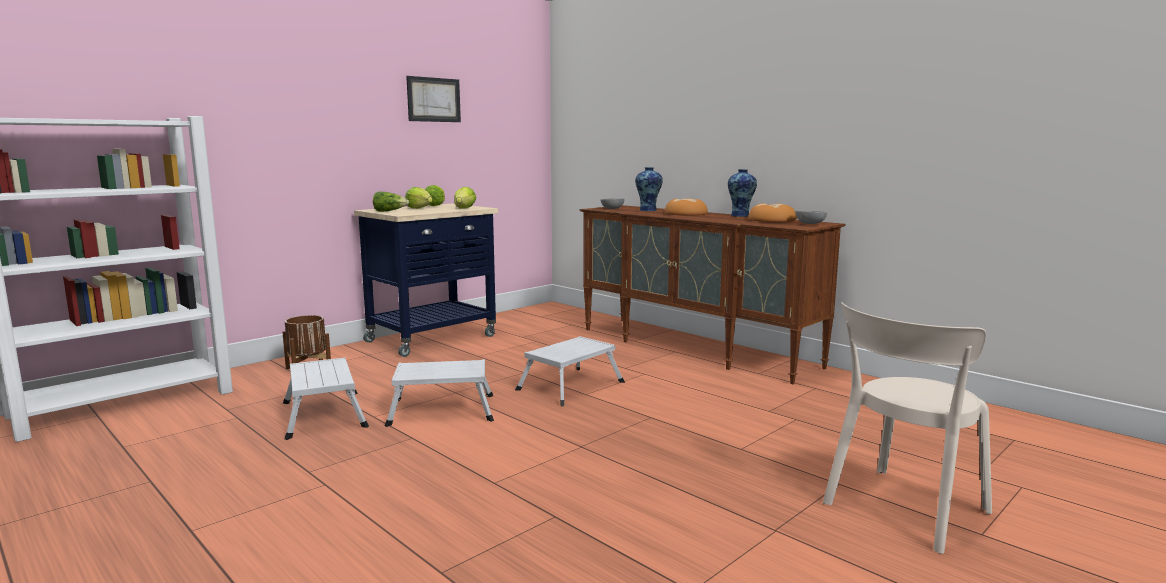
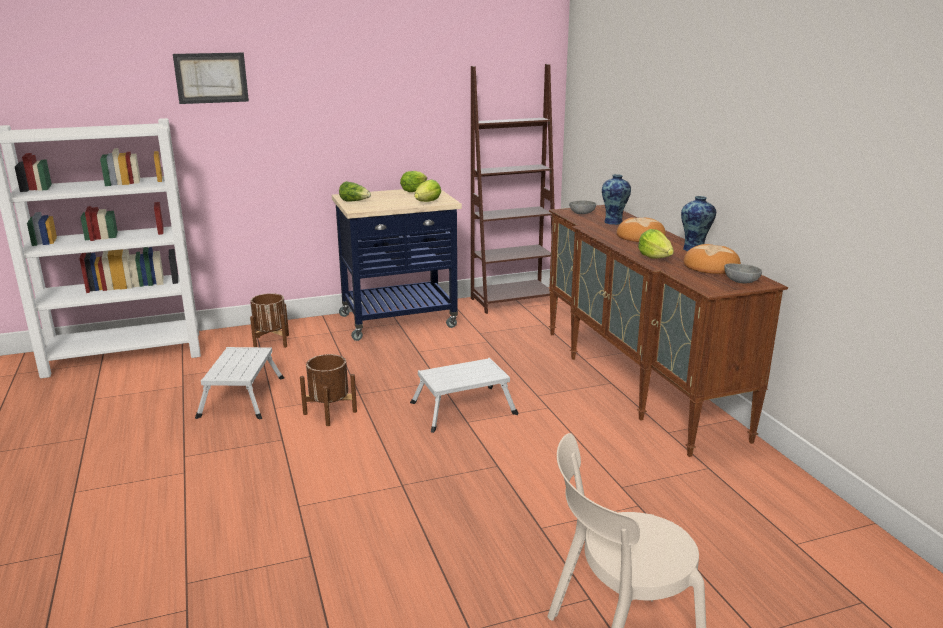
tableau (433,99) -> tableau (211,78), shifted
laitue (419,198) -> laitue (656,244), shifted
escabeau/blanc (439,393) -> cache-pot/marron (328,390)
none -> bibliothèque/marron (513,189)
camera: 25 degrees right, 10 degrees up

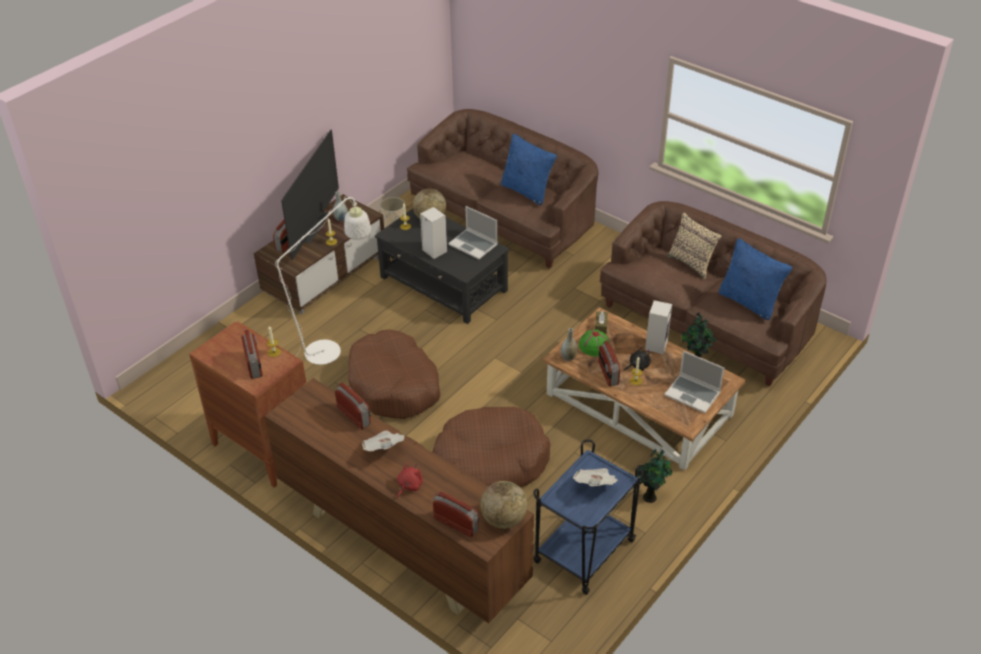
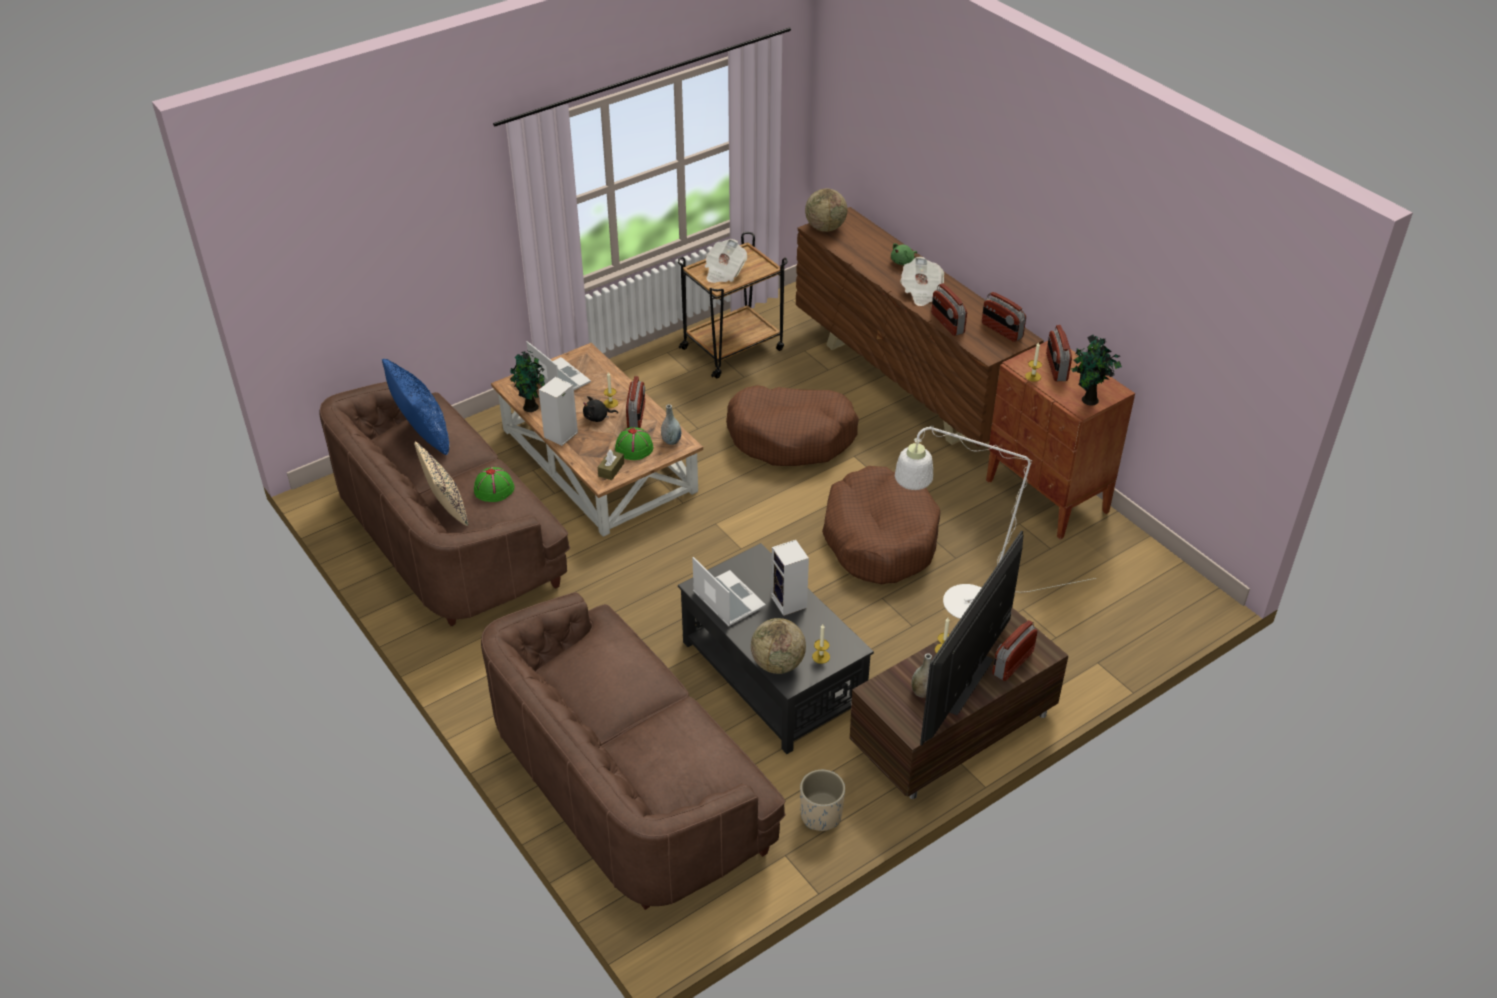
coussin/bleu (529,169) -> none
chariot/bleu (588,517) -> chariot/marron (733,305)
plante en pot (653,476) -> plante en pot (1096,370), shifted
peluche/rouge (410,480) -> peluche/vert (904,254)
radio (456,514) -> radio (1004,317), shifted
none -> chapeau/vert (494,484)
camera: 165 degrees left, 0 degrees up

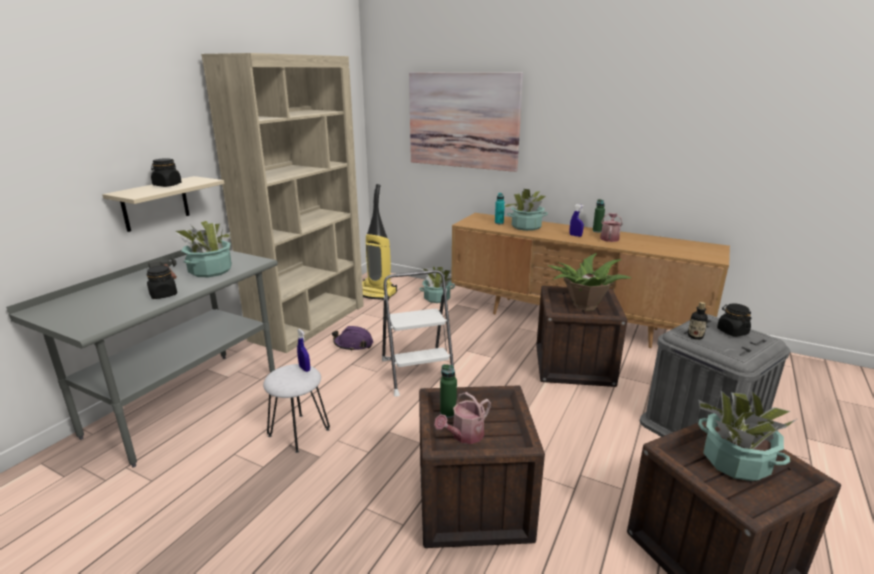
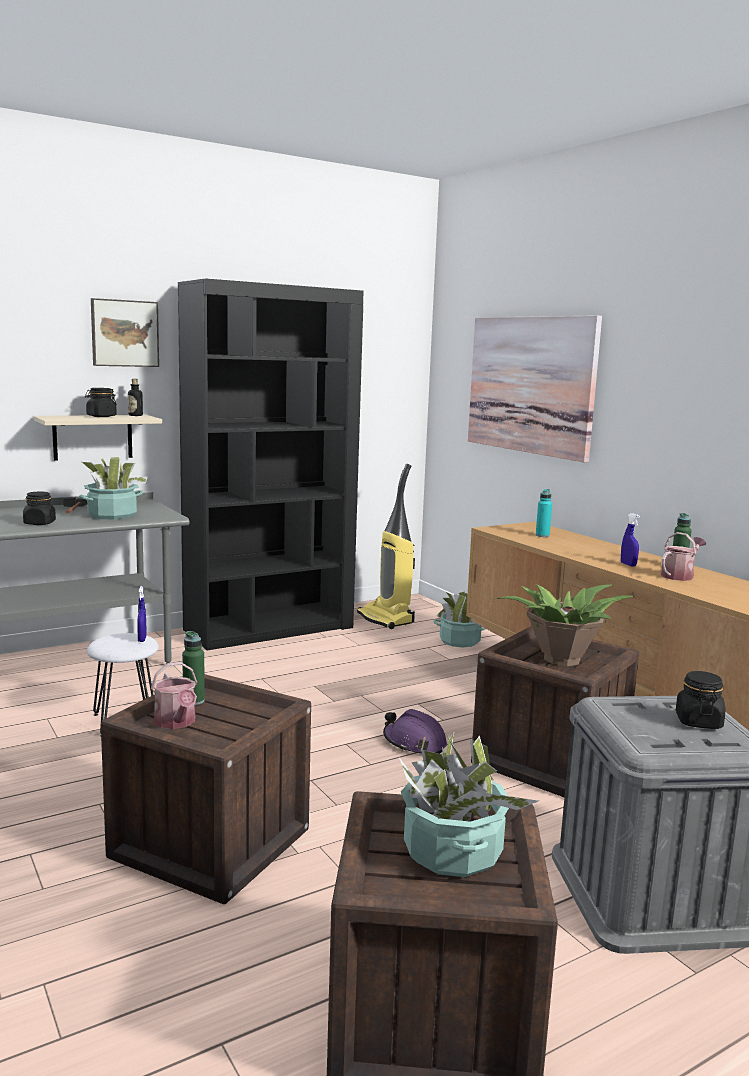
bibliothèque/beige (282,203) -> bibliothèque/noir (271,464)
plante en pot (526,210) -> none
escabeau/blanc (420,333) -> none
bouteille (698,321) -> bouteille (135,397), shifted
casque de chantier/violet (352,338) -> casque de chantier/violet (415,731), shifted
arrosoir (462,418) -> arrosoir (174,695), 105 degrees counterclockwise
none -> tableau (125,332)
camera: 30 degrees right, 10 degrees down

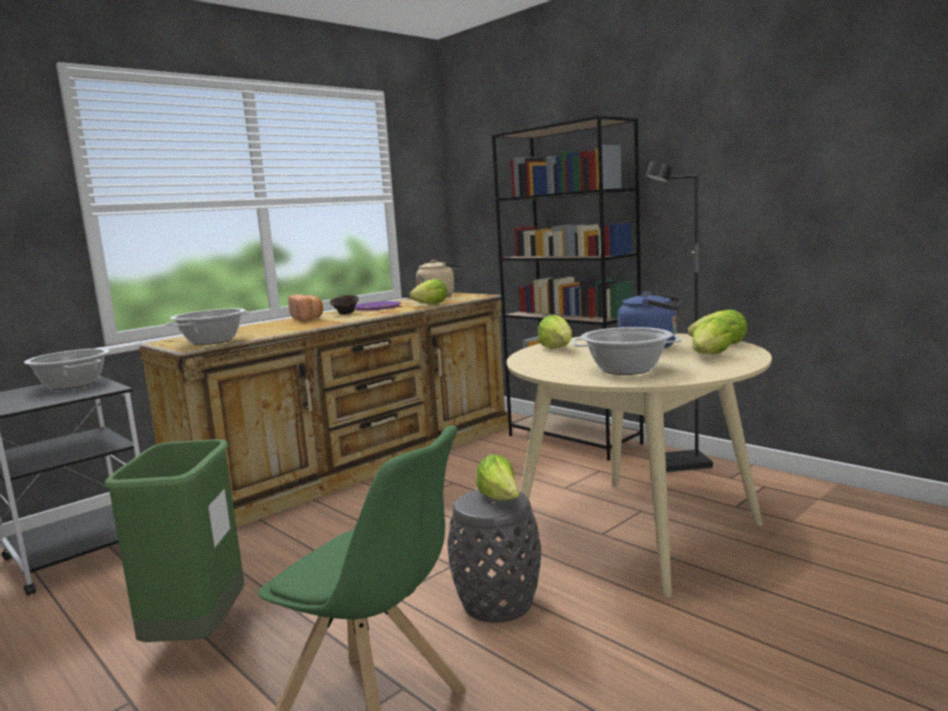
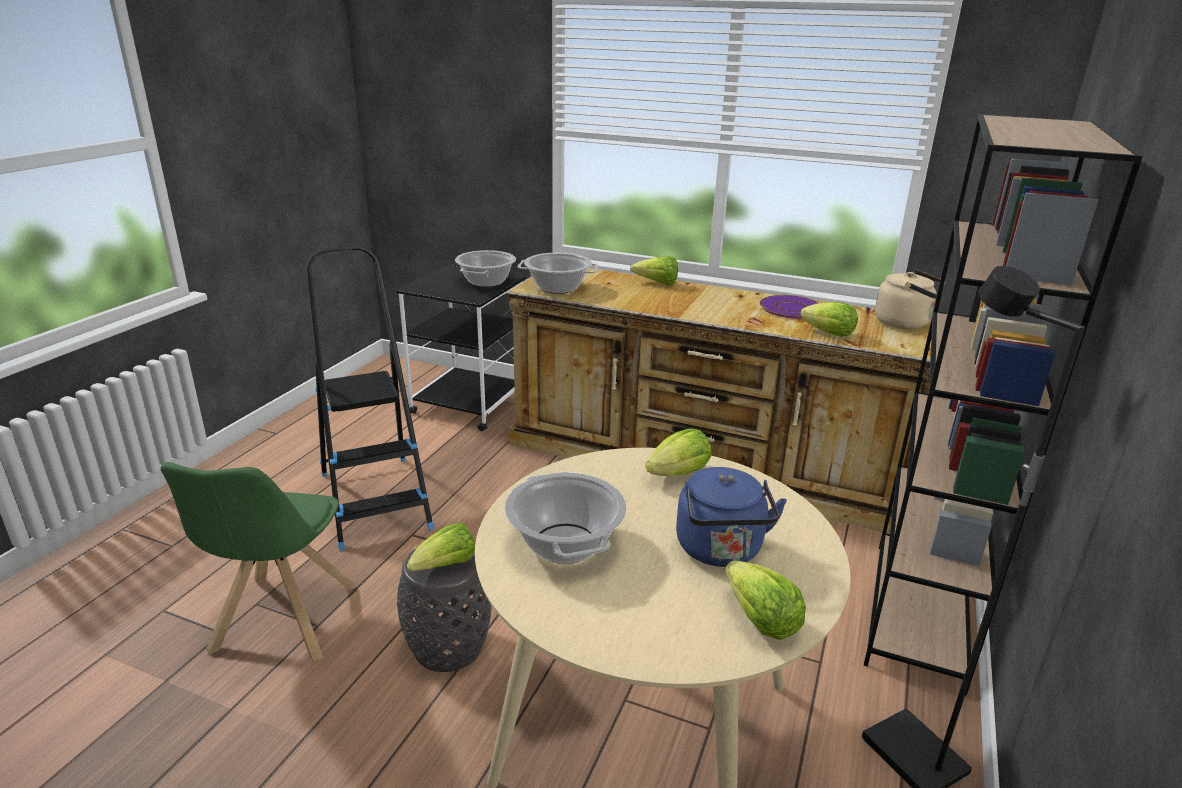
pain (305,307) -> none
bol/marron (344,304) -> none
laitue (713,335) -> laitue (654,270), shifted
poubelle/vert (174,540) -> escabeau/noir (370,398)
camera: 65 degrees right, 15 degrees up

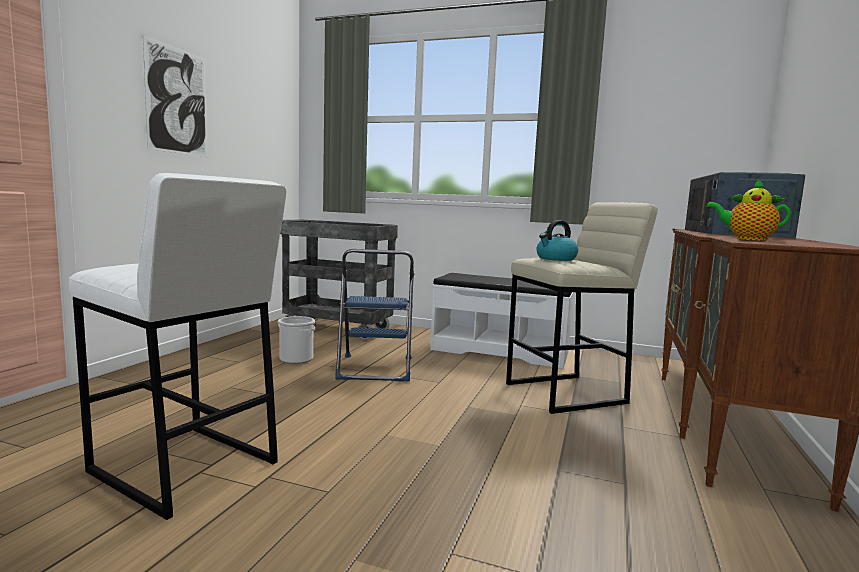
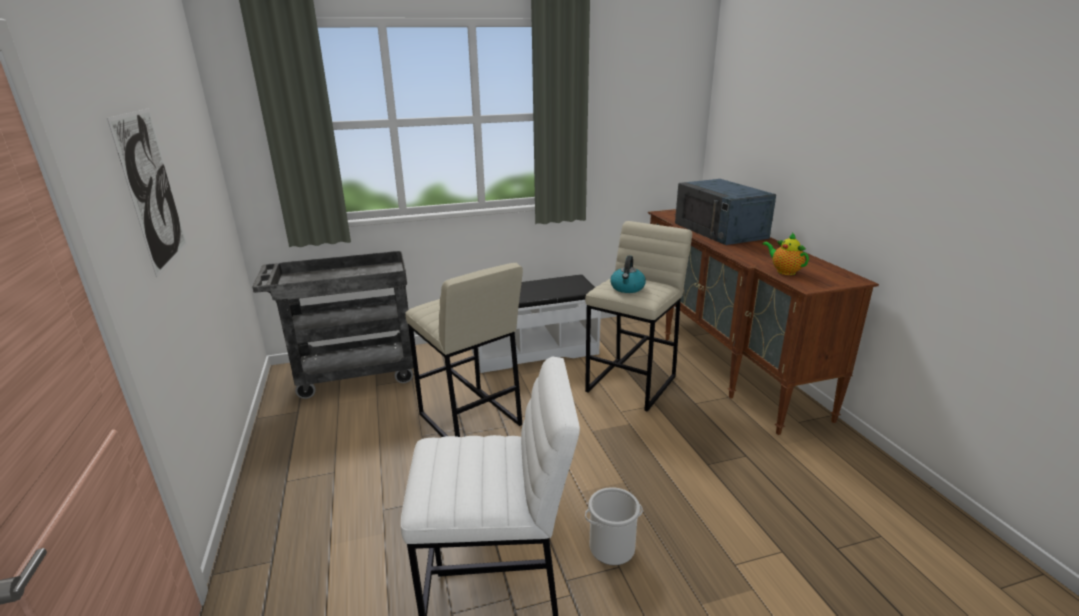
théière (748,210) -> théière (786,253), 60 degrees clockwise
escabeau/bleu (374,315) -> tabouret/beige (464,350)
seau (296,340) -> seau (614,526), shifted
camera: 35 degrees left, 15 degrees up

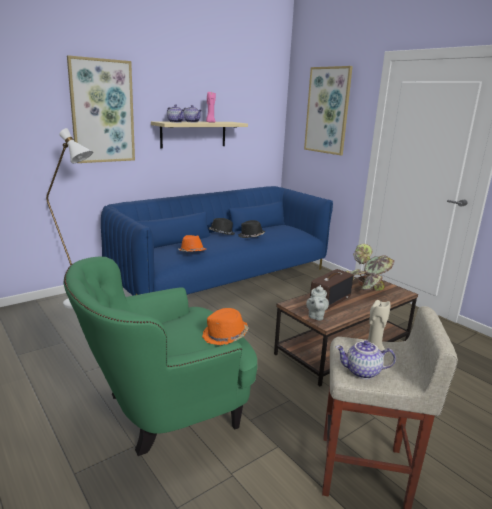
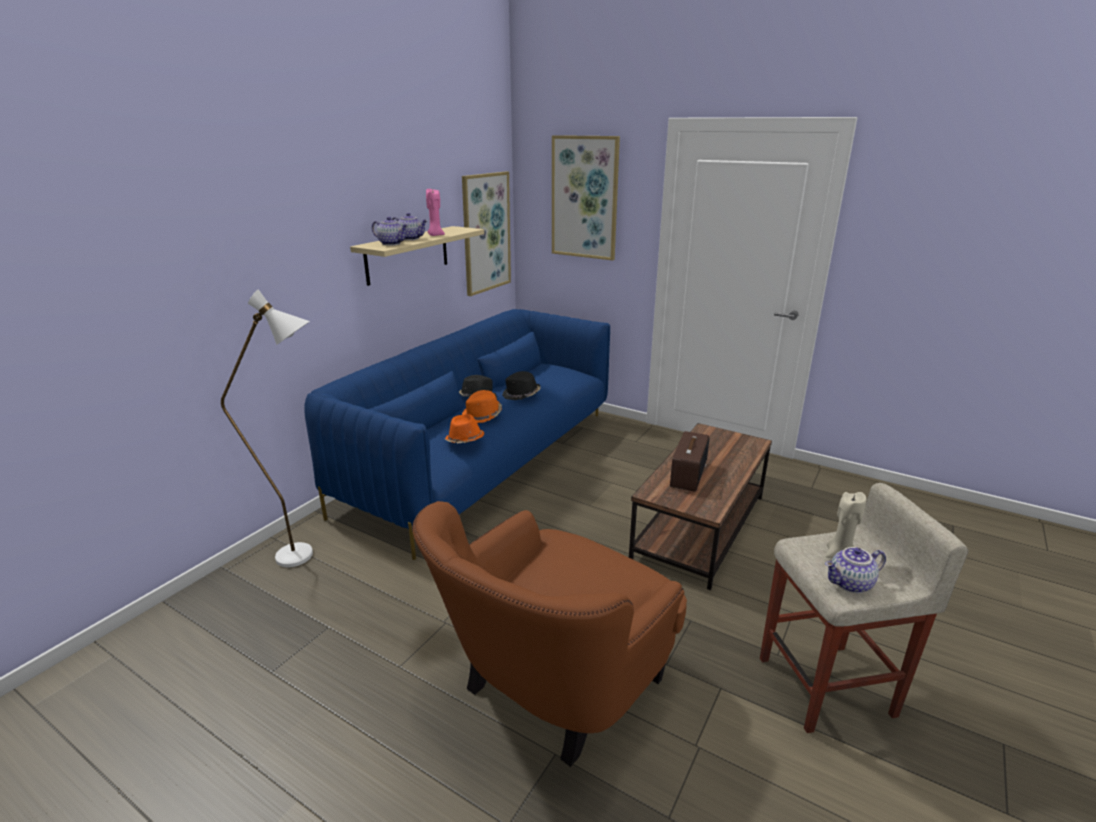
tableau (101,109) -> tableau (486,234), shifted
plante en pot (369,267) -> none
fauteuil/vert (160,356) -> fauteuil/marron (549,634)
théière/gris (317,303) -> none
chapeau/orange (225,326) -> chapeau/orange (482,406), shifted
camera: 20 degrees left, 5 degrees up

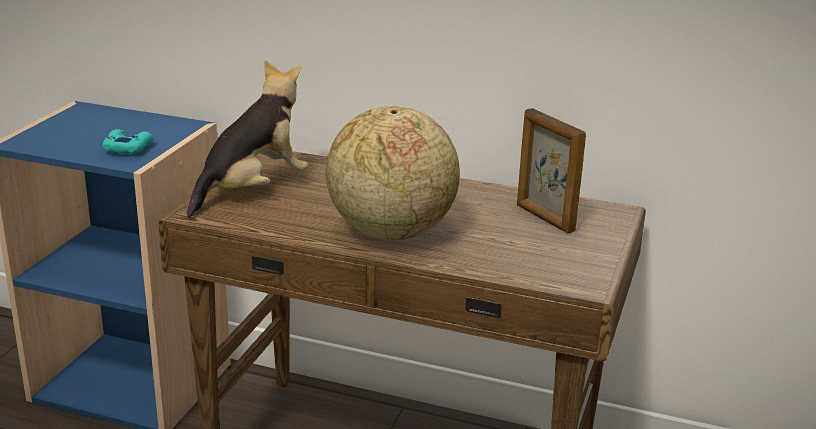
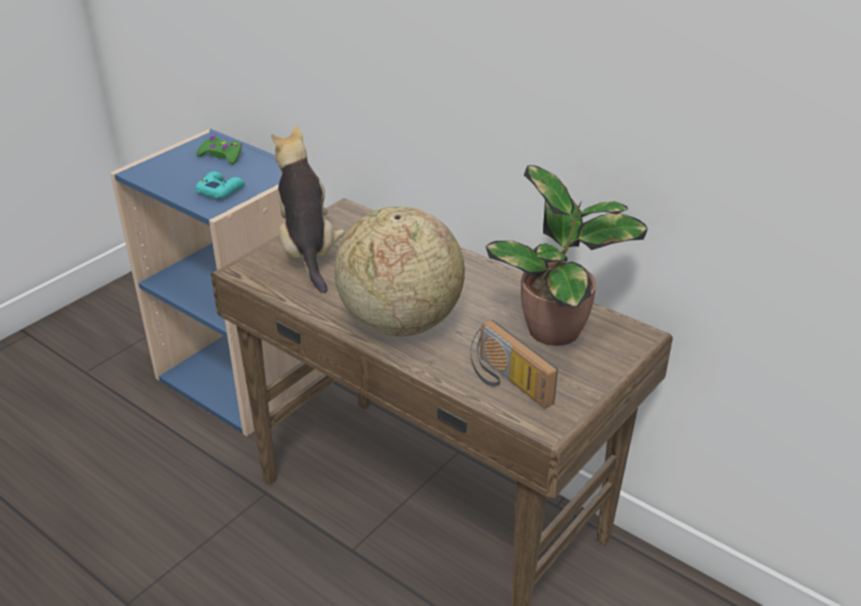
peluche (247,138) -> peluche (308,209), 75 degrees counterclockwise
cadre photo (551,170) -> plante en pot (567,255)
none -> manette/vert (219,150)
none -> radio (514,364)
camera: 20 degrees right, 10 degrees up

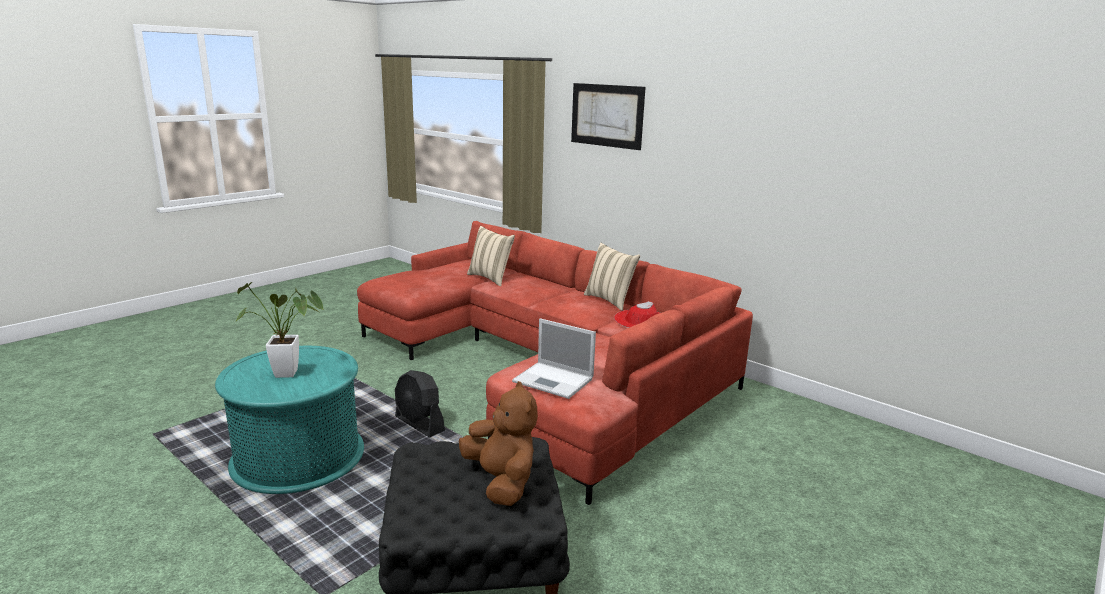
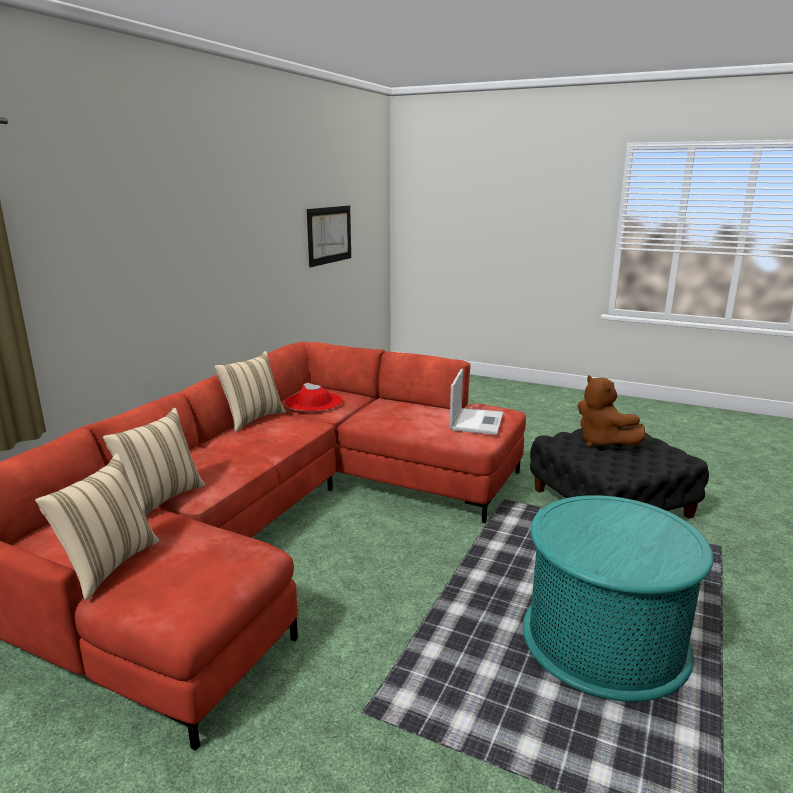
tableau (608,116) -> tableau (329,236), shifted
plante en pot (279,330) -> none
ventilateur/noir (420,404) -> none
peluche/marron (498,443) -> peluche/marron (611,411), 75 degrees counterclockwise
none -> coussin/beige (97,526)
camera: 105 degrees left, 0 degrees up

